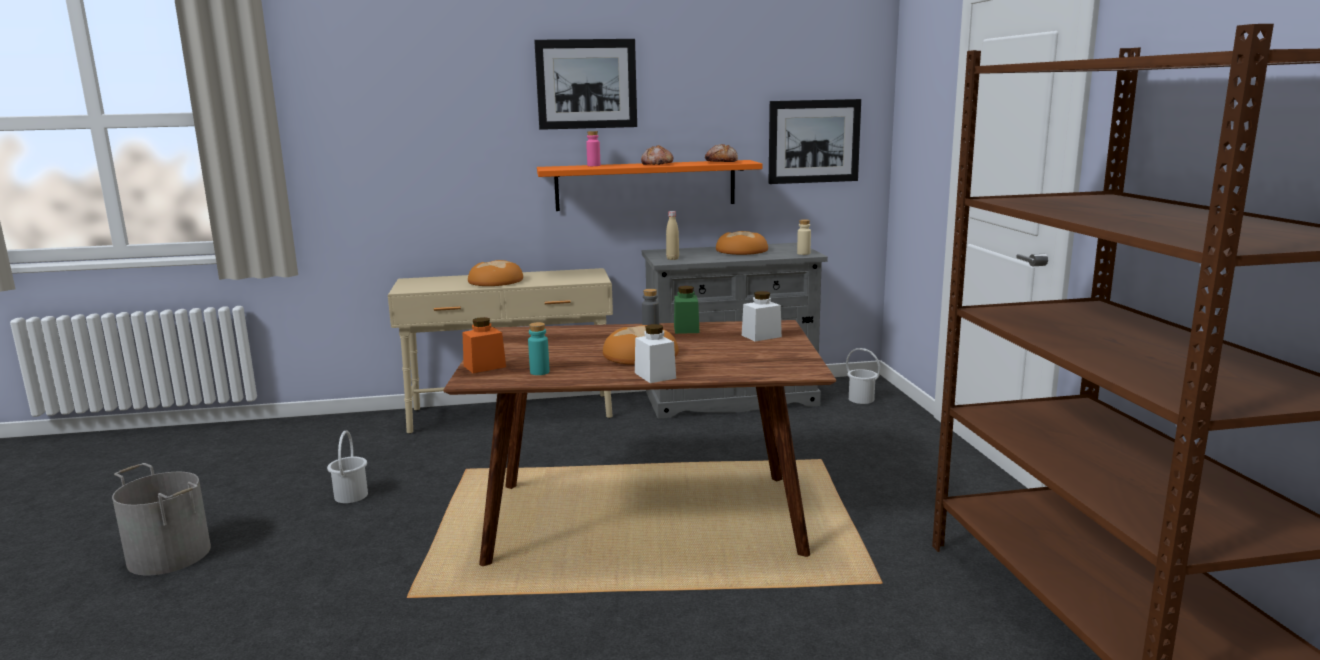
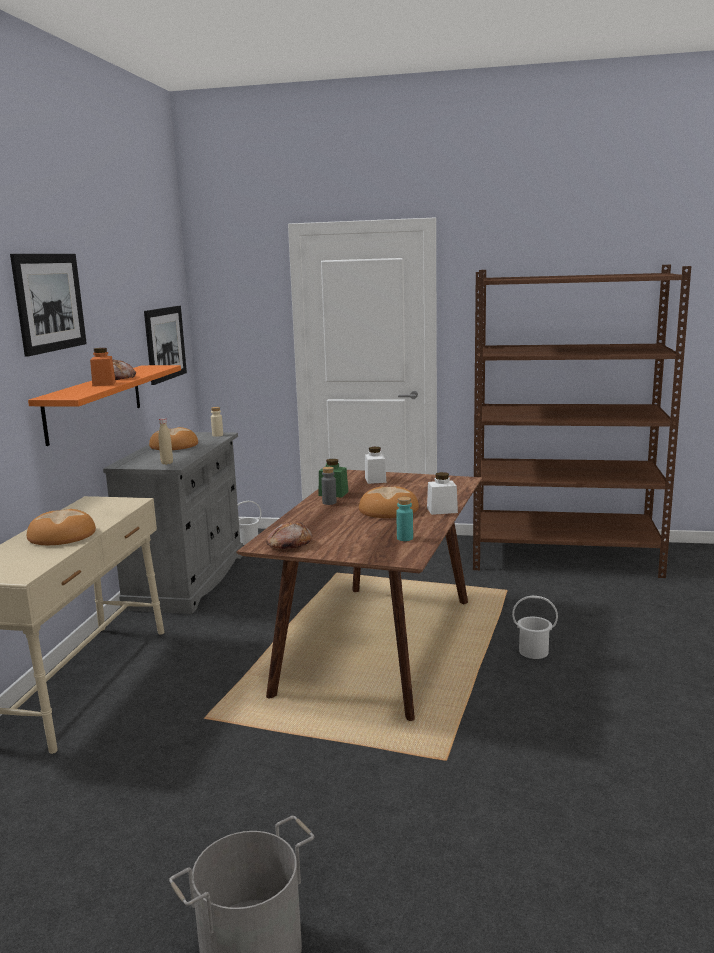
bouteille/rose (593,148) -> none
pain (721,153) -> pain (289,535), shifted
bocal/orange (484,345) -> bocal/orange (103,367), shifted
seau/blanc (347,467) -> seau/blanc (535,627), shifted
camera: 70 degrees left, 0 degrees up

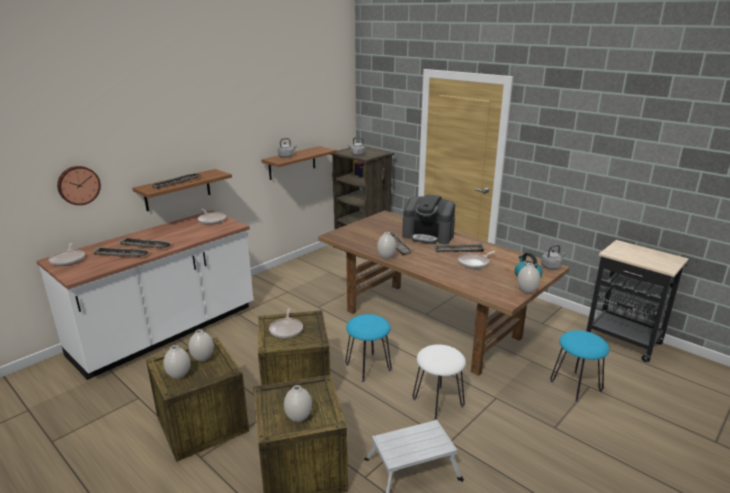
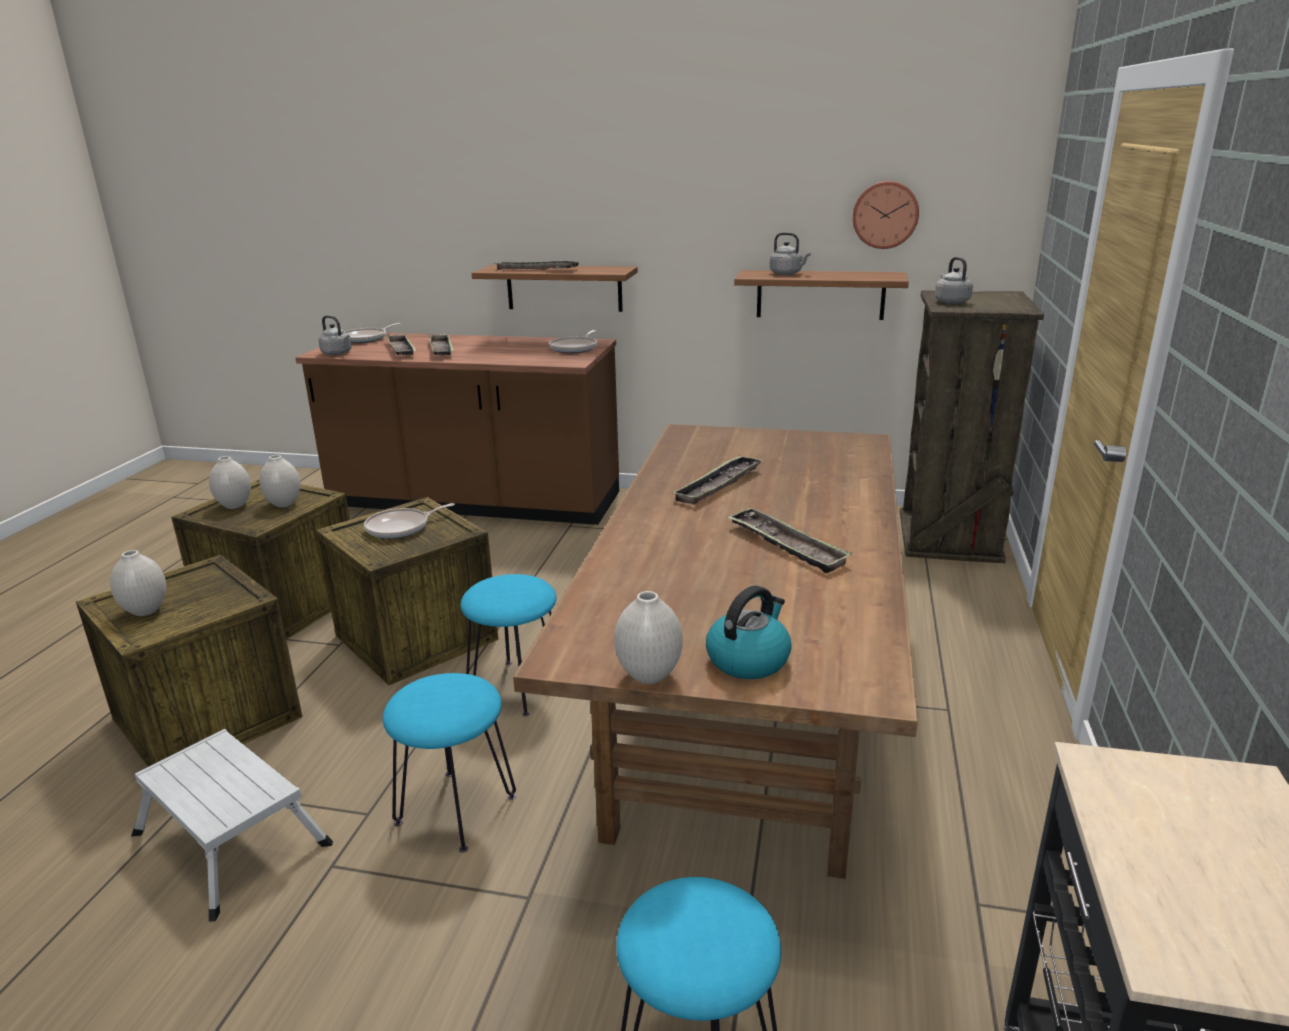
horloge murale (79,185) -> horloge murale (886,215), shifted
machine à café (428,219) -> none
comptoir de cuisine/blanc (145,295) -> comptoir de cuisine/marron (457,429)
vase/blanc (386,245) -> none
bouilloire/gris (553,257) -> bouilloire/gris (335,335), shifted
poêle (476,260) -> none
tabouret/blanc (439,382) -> tabouret/turquoise (449,763)
camera: 60 degrees right, 0 degrees up

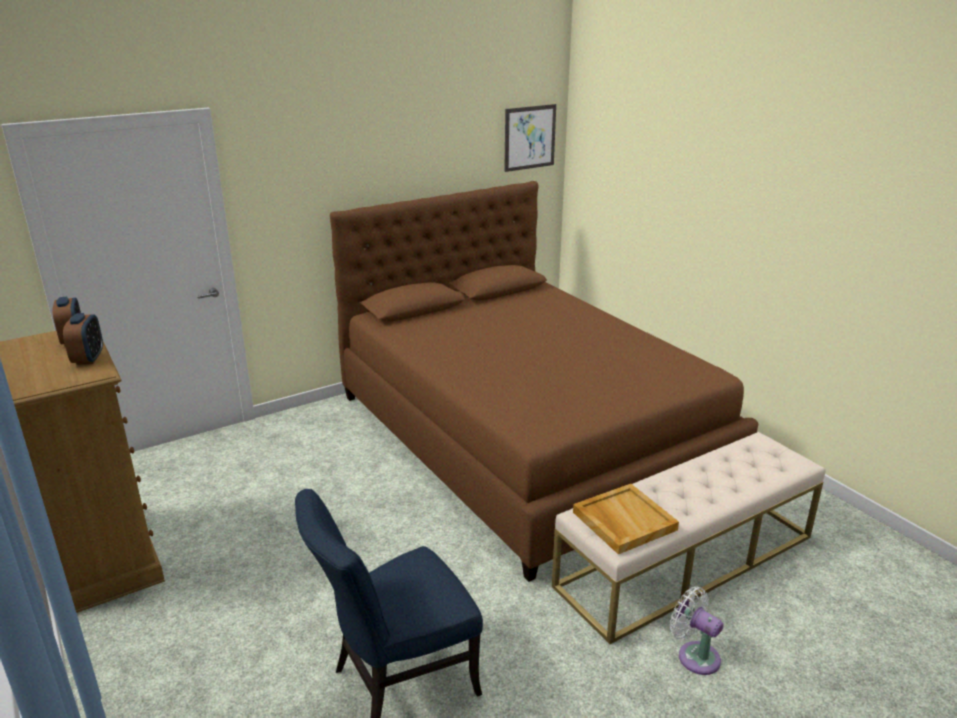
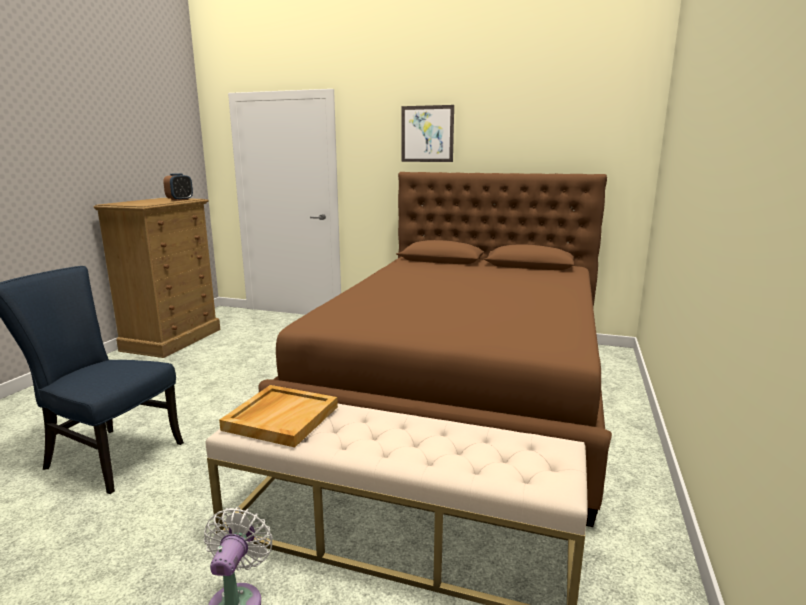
tableau (530,138) -> tableau (427,133), shifted
réveil (83,339) -> none
camera: 50 degrees right, 10 degrees down

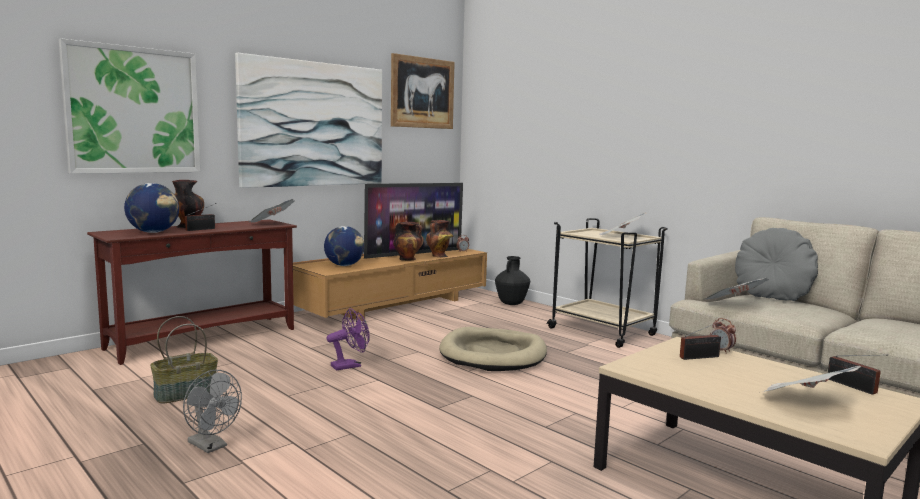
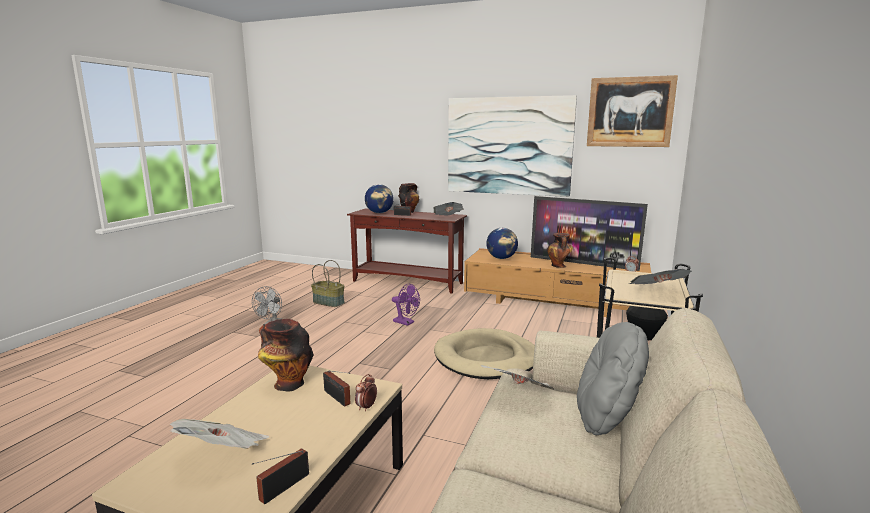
tableau (129,106) -> none
vase (439,238) -> vase (286,355), shifted
camera: 65 degrees right, 5 degrees up

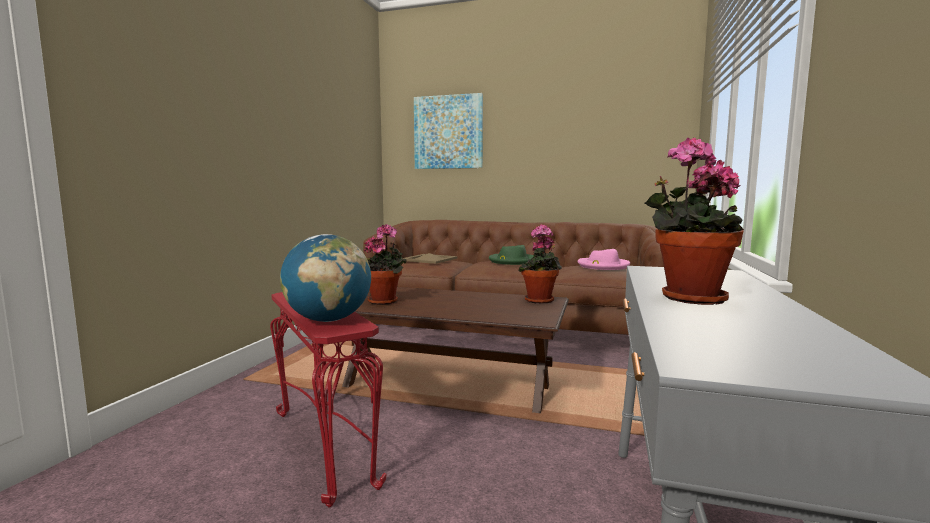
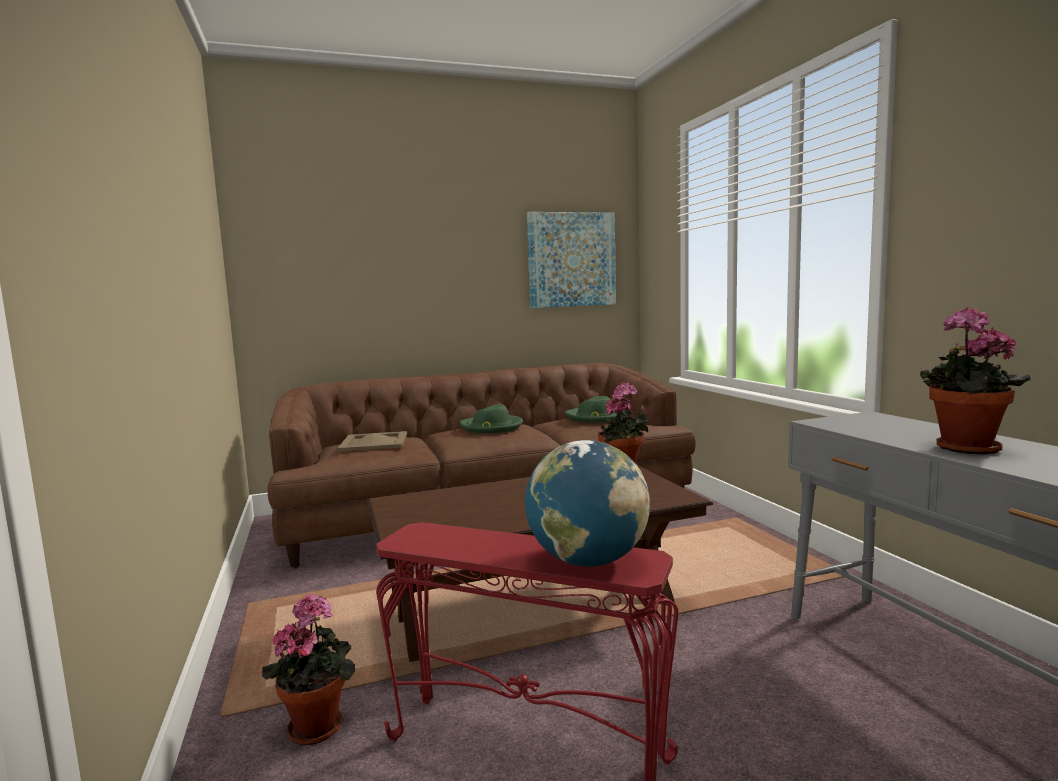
tableau (448,131) -> tableau (571,260), shifted
plante en pot (385,264) -> plante en pot (308,669), shifted
chapeau/rose (604,259) -> chapeau/vert (594,409)
camera: 35 degrees left, 0 degrees up

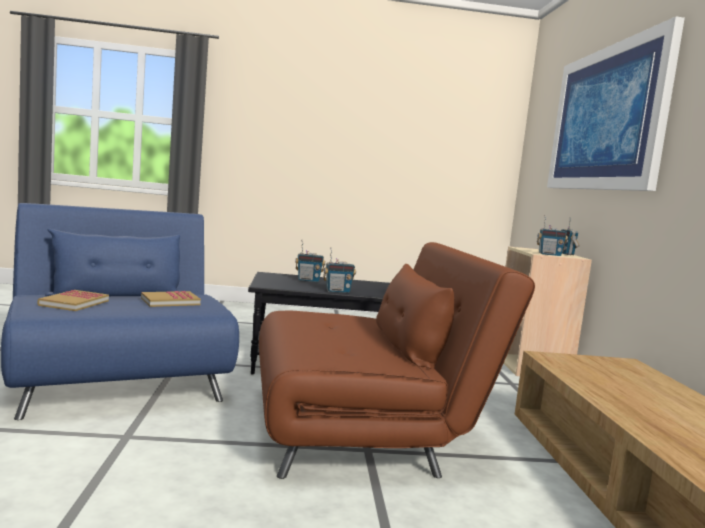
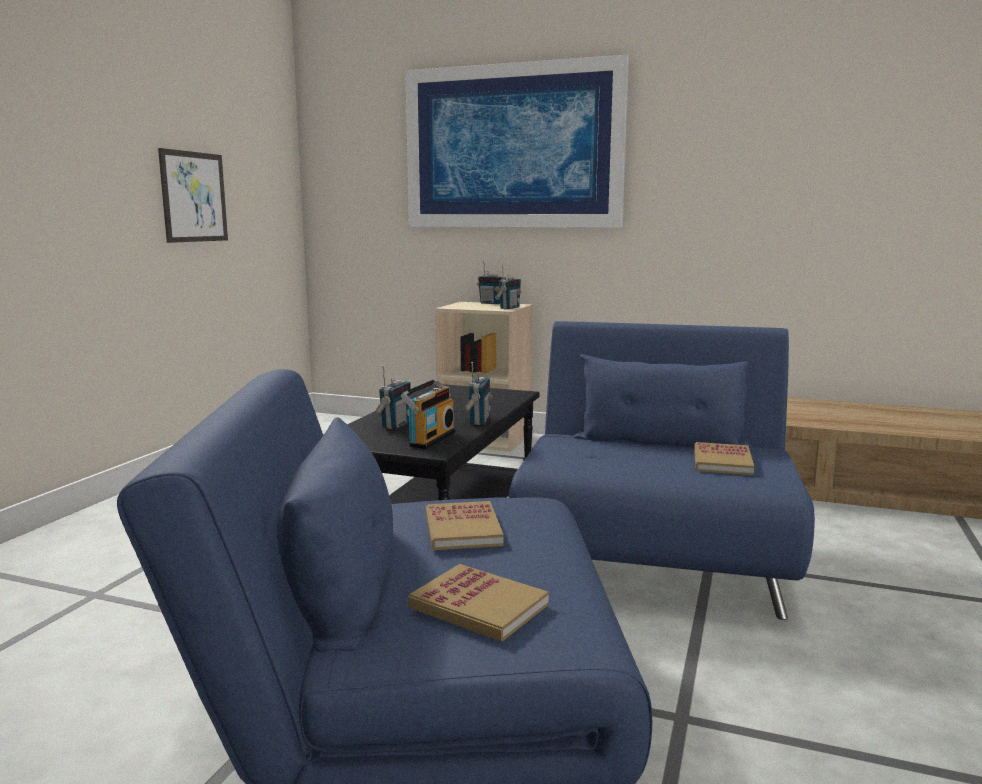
fauteuil/marron (397,360) -> fauteuil/bleu (661,470)
none -> tableau (193,195)
none -> radio (428,414)
none -> livre (724,458)
camera: 65 degrees left, 5 degrees up

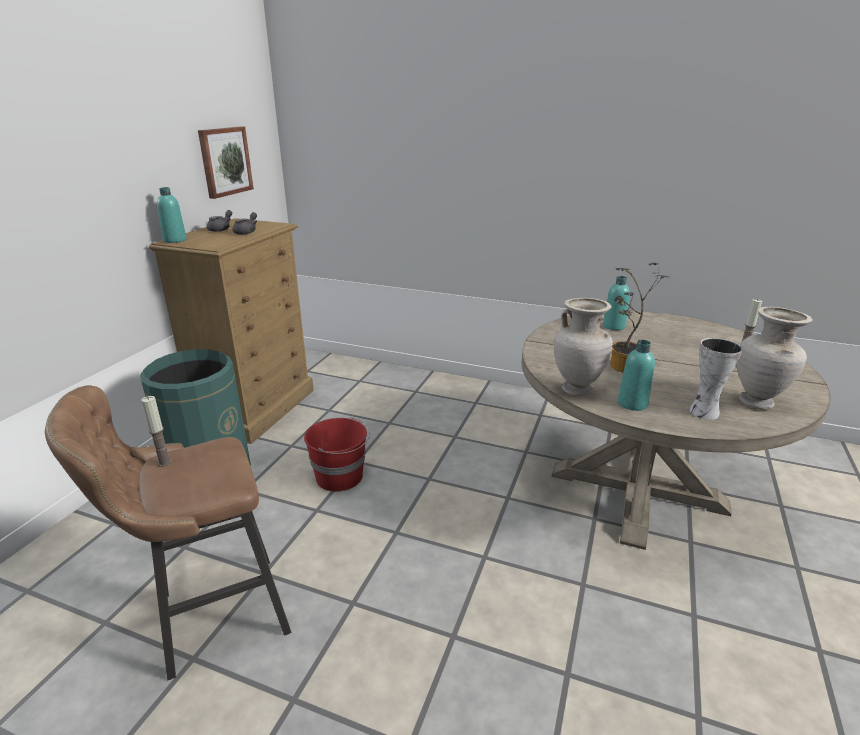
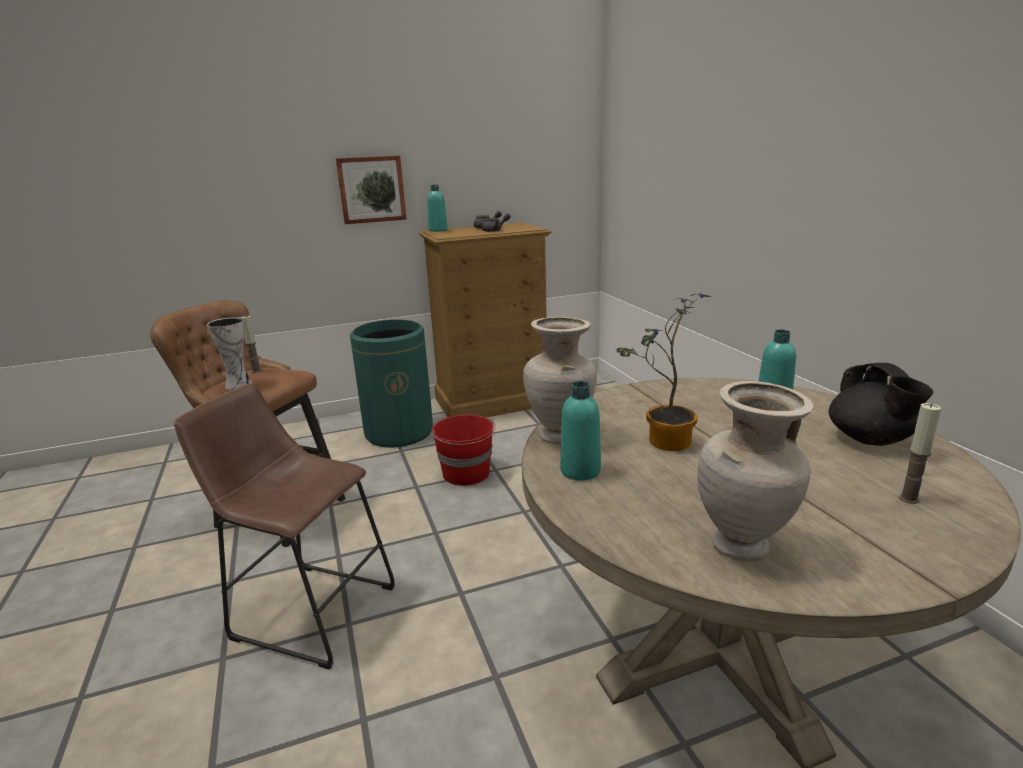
tableau (226,162) -> tableau (371,190), shifted
vase (716,379) -> vase (229,353), shifted
none -> théière/noir (881,404)
none -> tabouret/marron (284,526)
camera: 50 degrees right, 5 degrees down

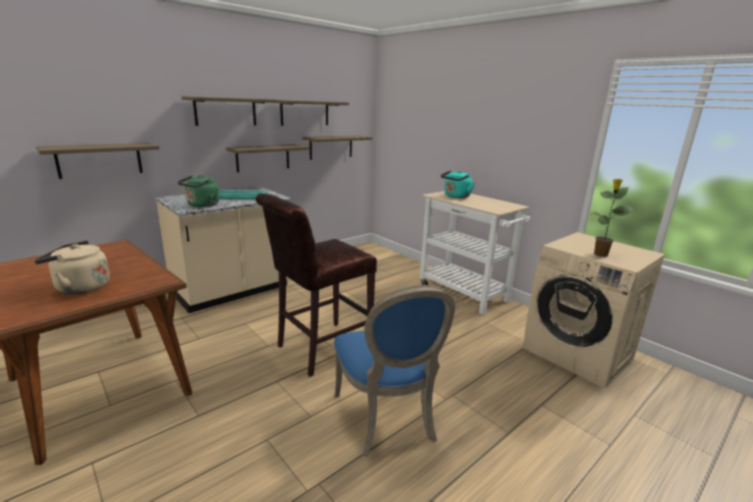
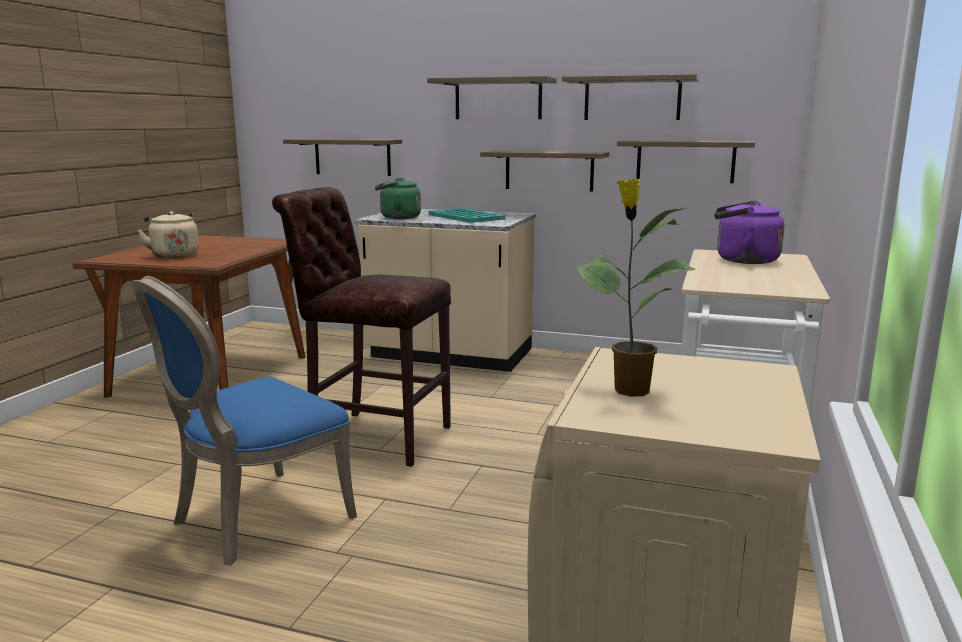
bouilloire/turquoise (458,184) -> bouilloire/violet (749,232)
camera: 60 degrees right, 5 degrees down

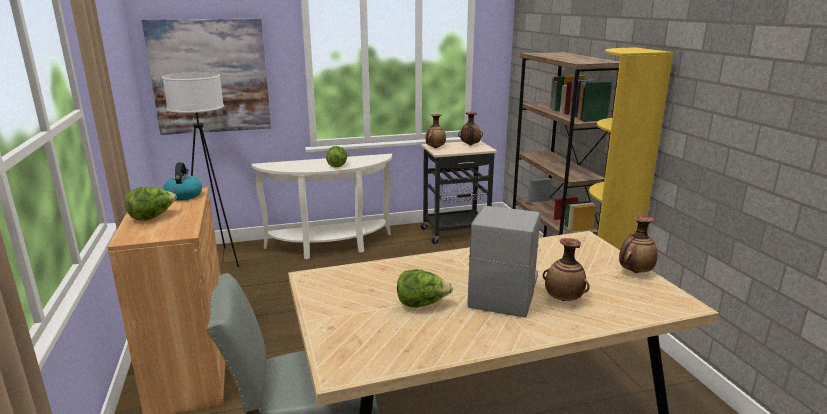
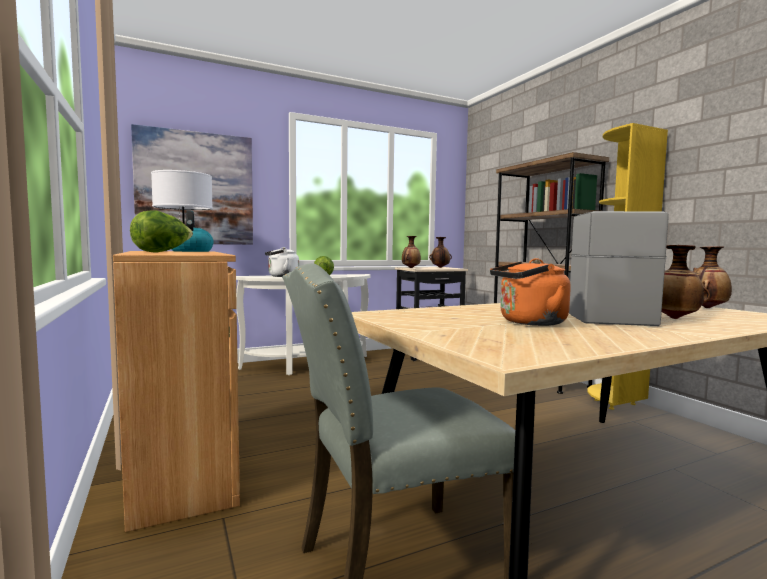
laitue (425,288) -> bouilloire/orange (530,292)
none -> bouilloire/blanc (282,262)
camera: 10 degrees left, 15 degrees down

